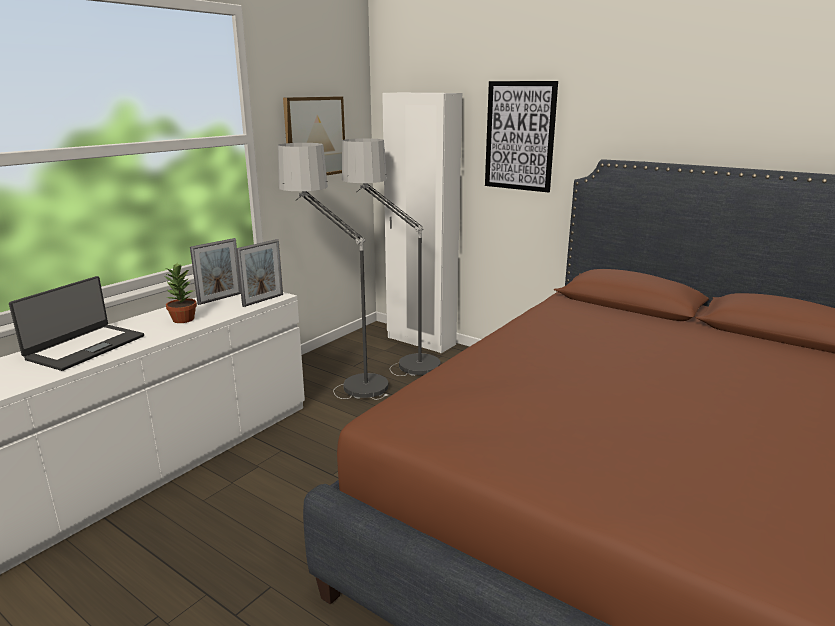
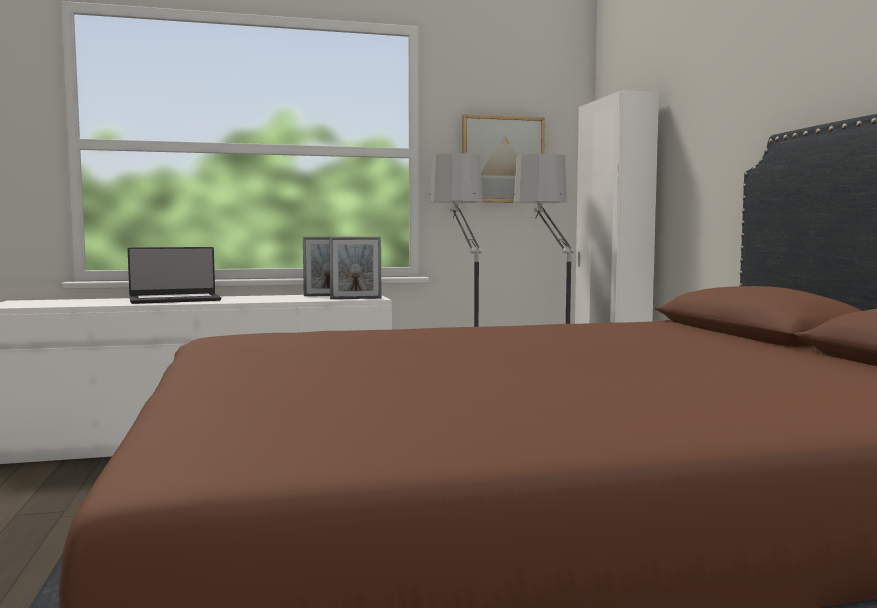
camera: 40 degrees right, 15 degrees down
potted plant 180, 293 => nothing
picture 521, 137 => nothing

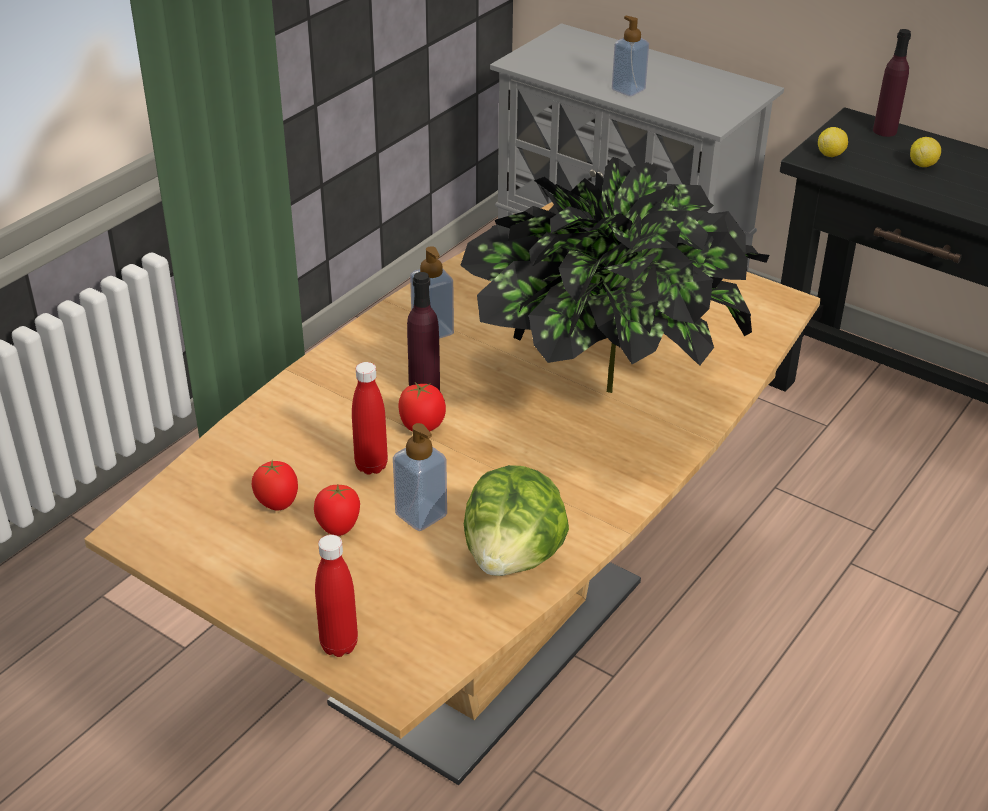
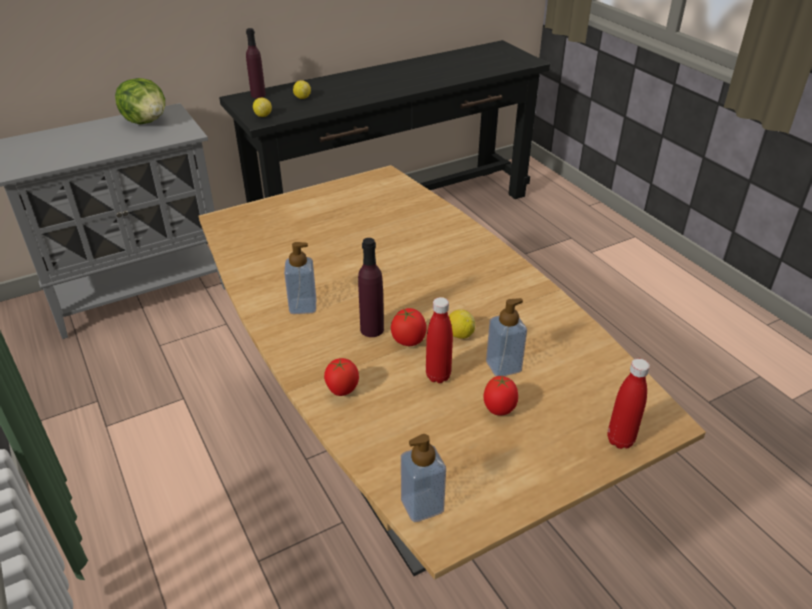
camera: 65 degrees left, 0 degrees up
potted plant 615, 275 => nothing
nothing => lemon 462, 324
tomato 275, 485 => tomato 341, 377, moved
lettuce 516, 520 => lettuce 140, 101, moved
soap dispenser 630, 56 => soap dispenser 423, 478, moved

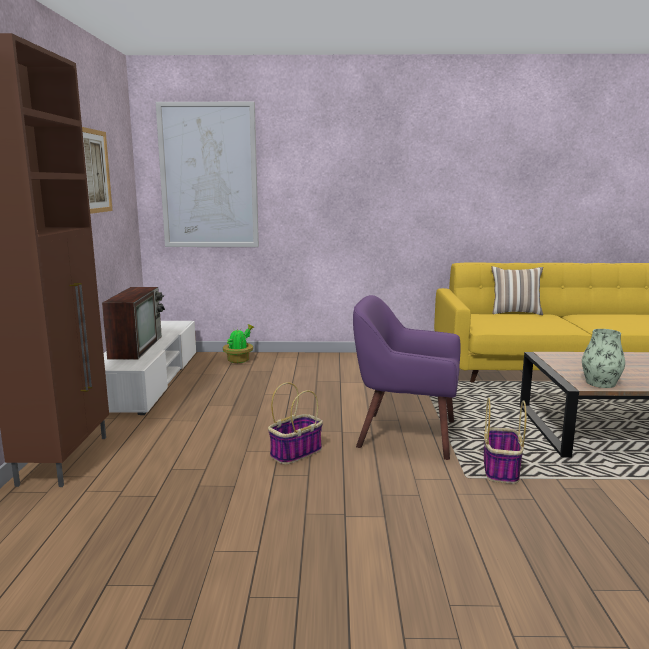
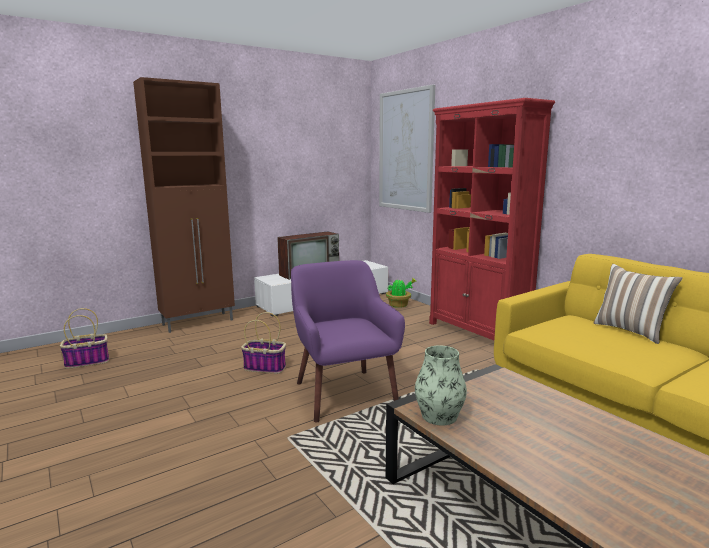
camera: 55 degrees right, 0 degrees up
picture 97, 170 => nothing
nothing => red bookcase 492, 219
basket 505, 441 => basket 84, 338, moved

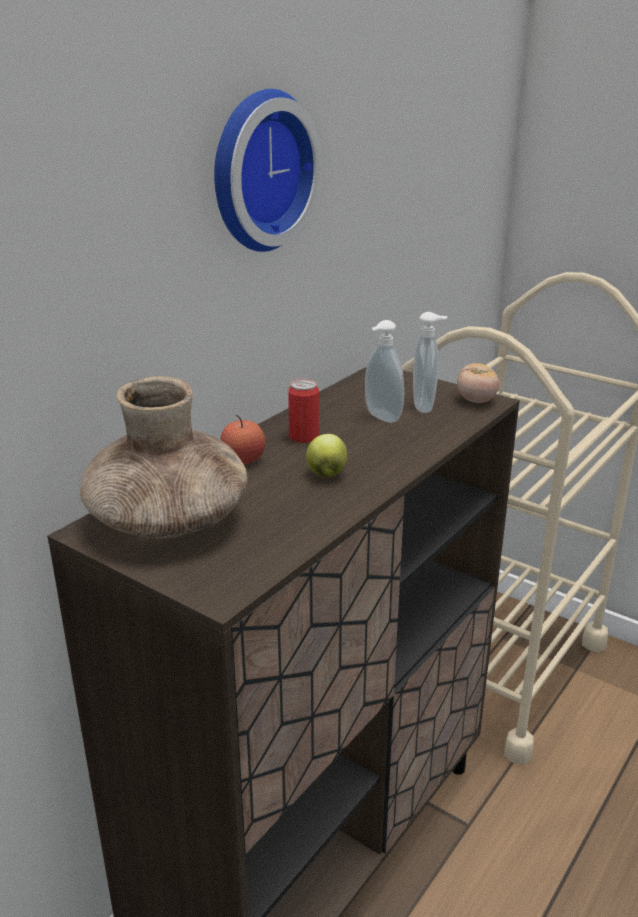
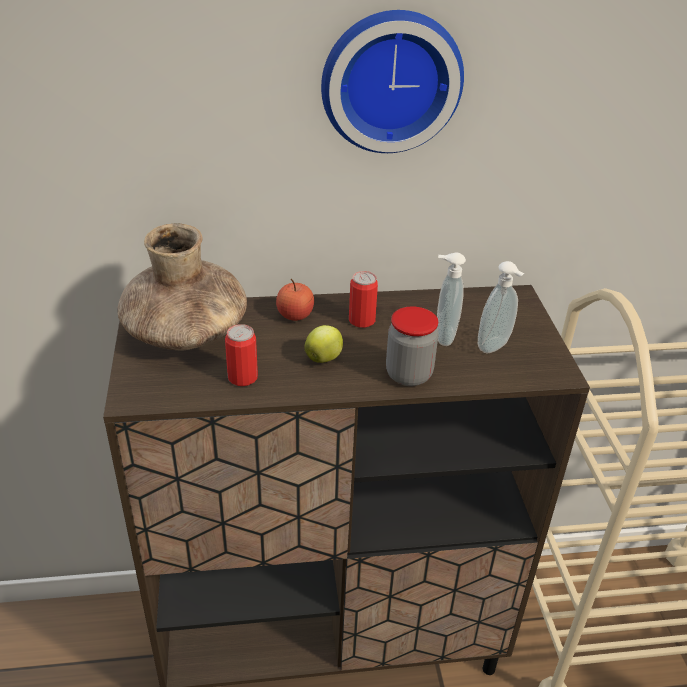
camera: 45 degrees right, 10 degrees up
tomato 478, 383 => nothing
nothing => can 241, 355
nothing => jar 412, 346

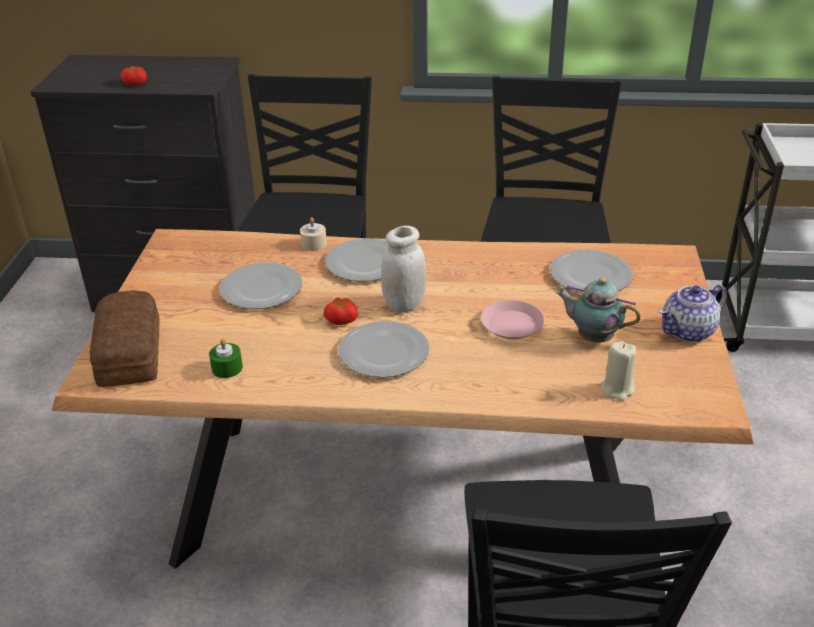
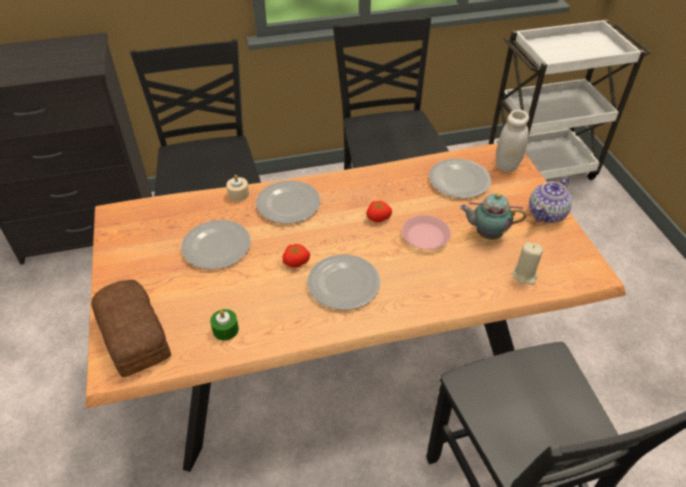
camera: 20 degrees left, 10 degrees up
tomato 133, 76 => tomato 379, 211, moved
white jar 403, 269 => white jar 512, 141, moved

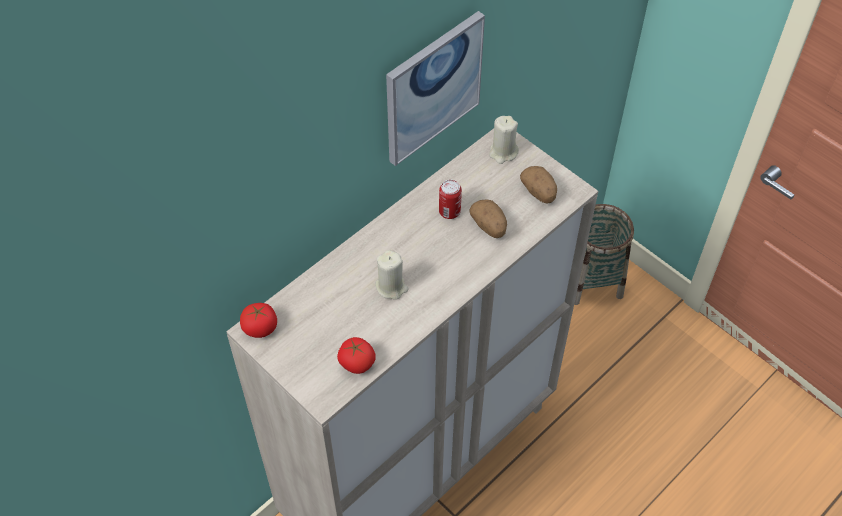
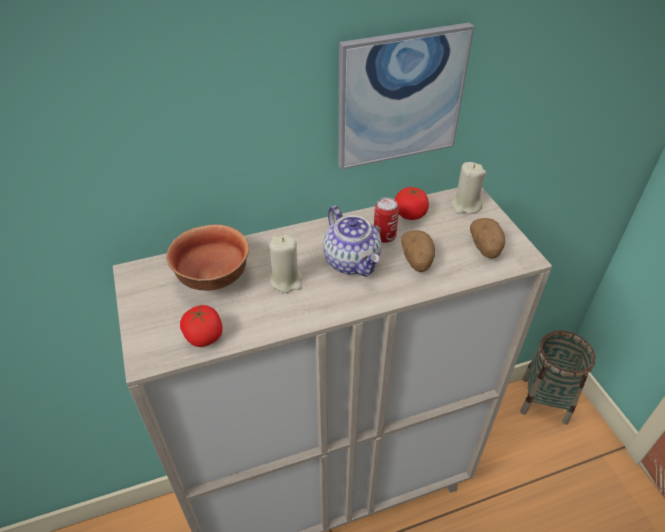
camera: 25 degrees right, 10 degrees down
nothing => bowl 207, 257
nothing => teapot 352, 241
tomato 258, 320 => tomato 412, 203, moved

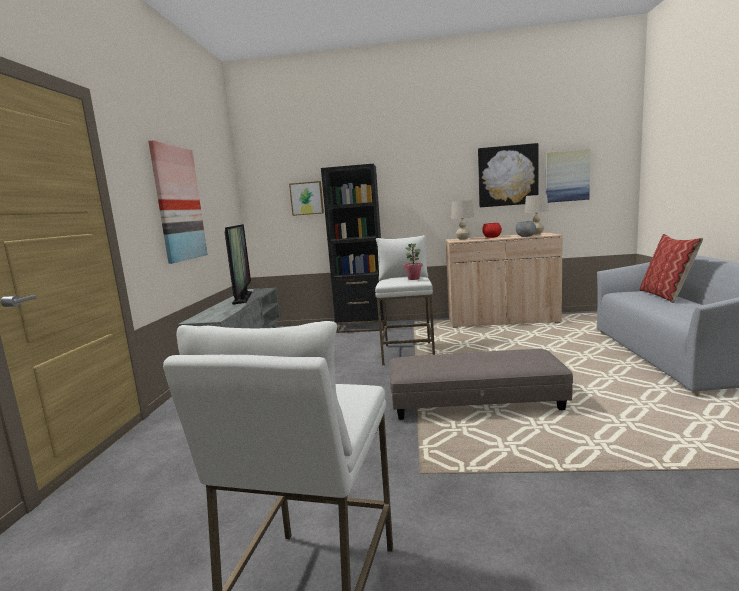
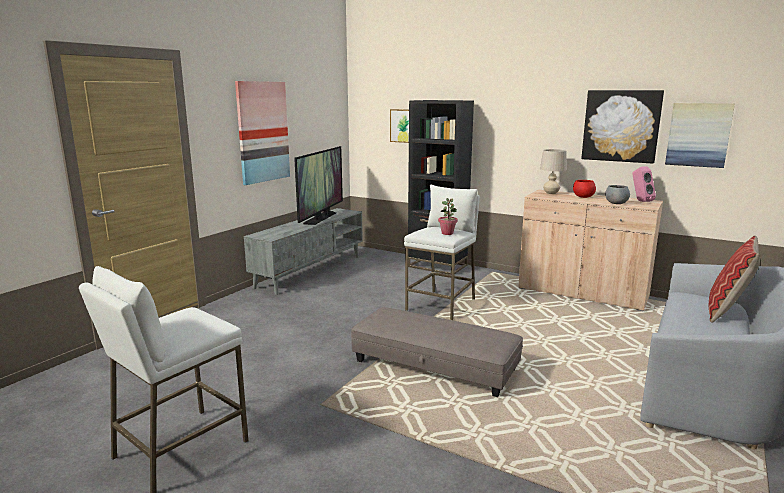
camera: 25 degrees right, 5 degrees up
beige table lamp 536, 214 => pink speaker 644, 184

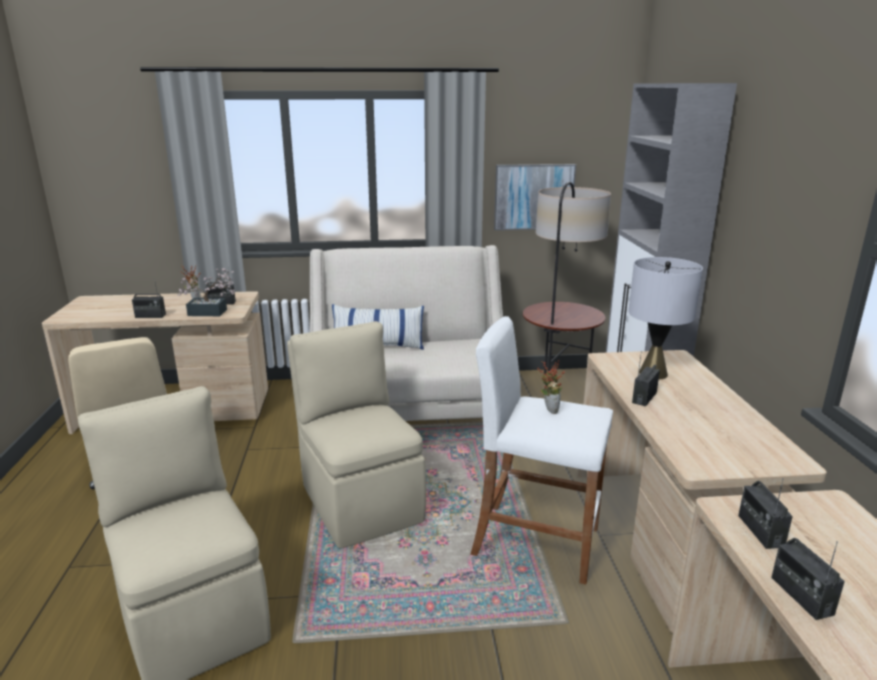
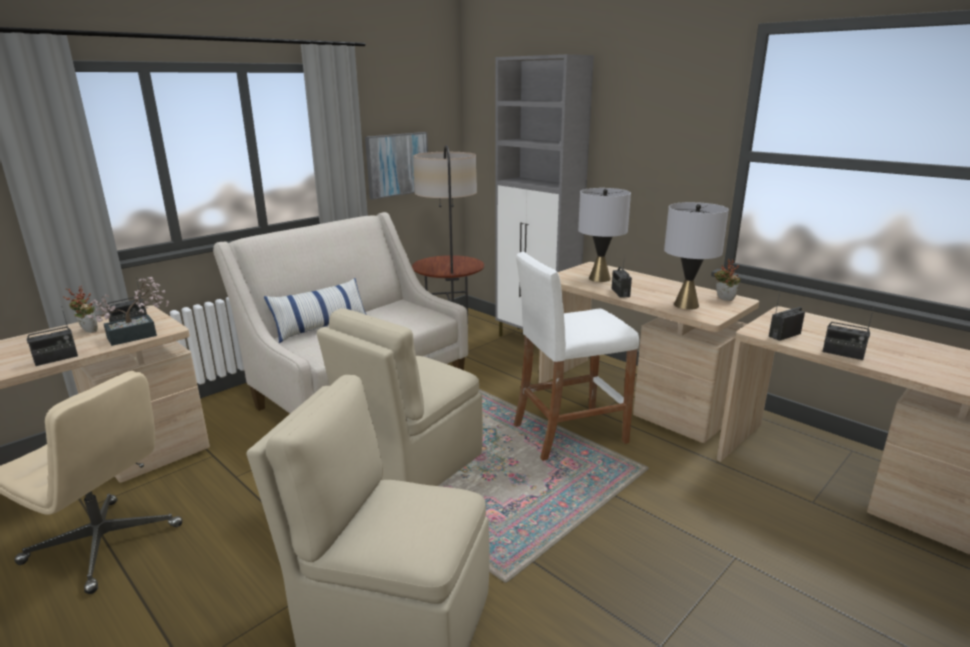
camera: 40 degrees left, 0 degrees up
nothing => grey table lamp 696, 256
potted plant 551, 387 => potted plant 727, 279, moved
beige chair 356, 434 => beige chair 400, 397, 75 degrees counterclockwise
radio 765, 513 => radio 787, 316, 105 degrees clockwise

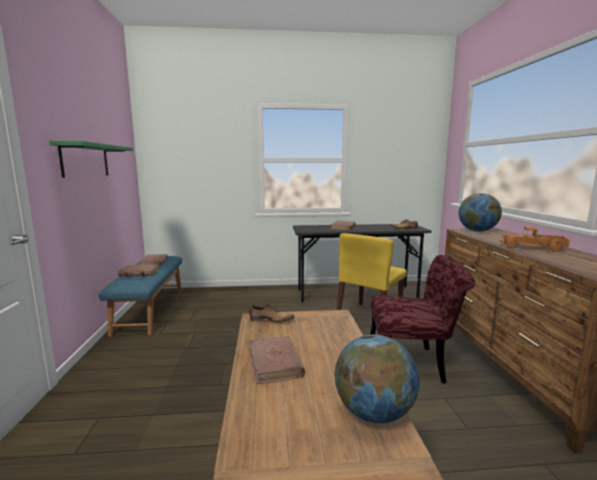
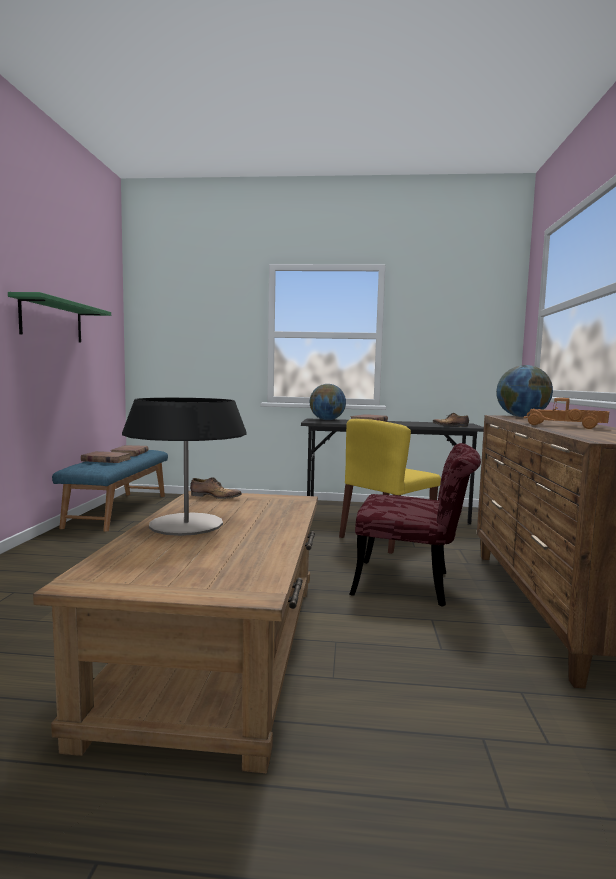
camera: 10 degrees right, 5 degrees down
globe 377, 378 => globe 328, 402, moved
brown book 277, 360 => table lamp 184, 467

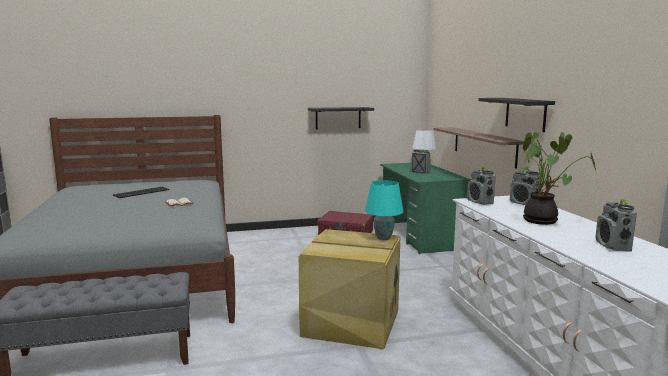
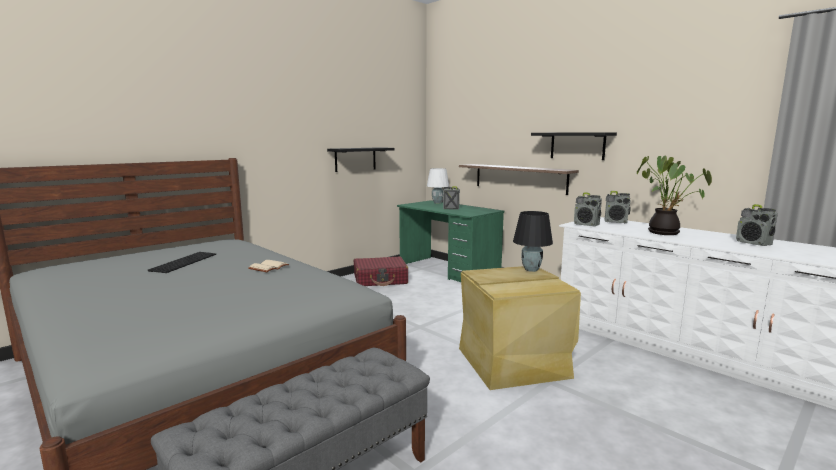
camera: 30 degrees left, 0 degrees up
turquoise table lamp 384, 210 => black table lamp 533, 241

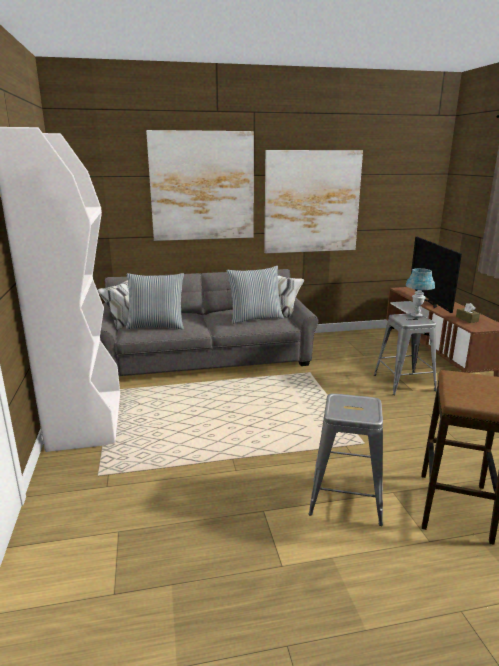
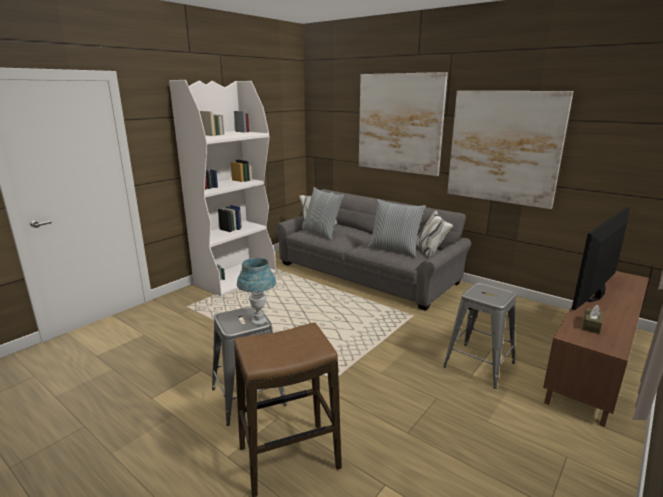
camera: 50 degrees right, 0 degrees up
blue table lamp 420, 292 => blue table lamp 256, 291, moved

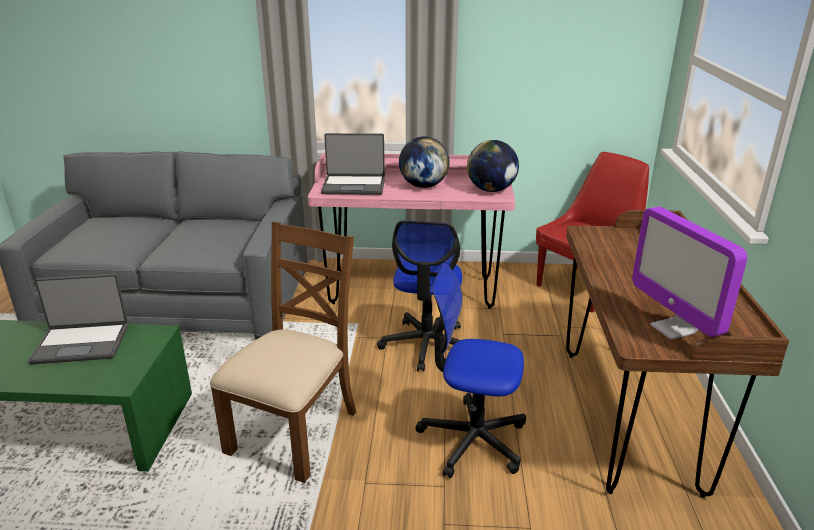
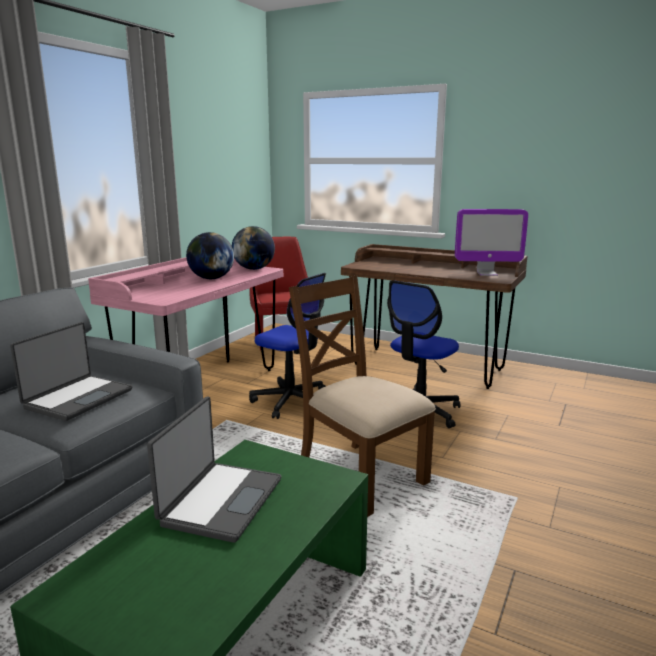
camera: 65 degrees left, 10 degrees down
laptop 353, 164 => laptop 71, 371, moved

